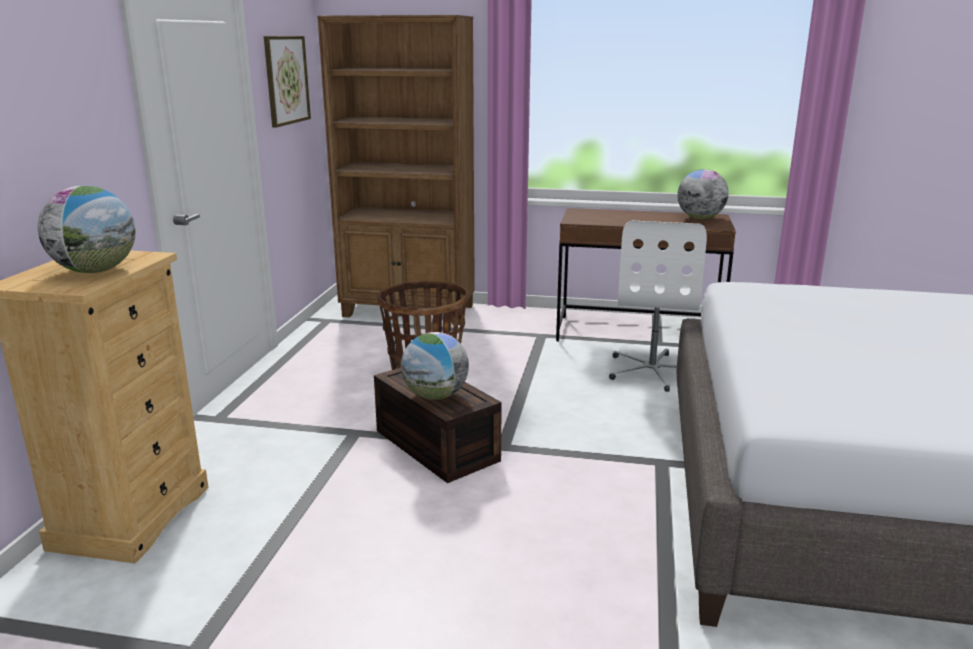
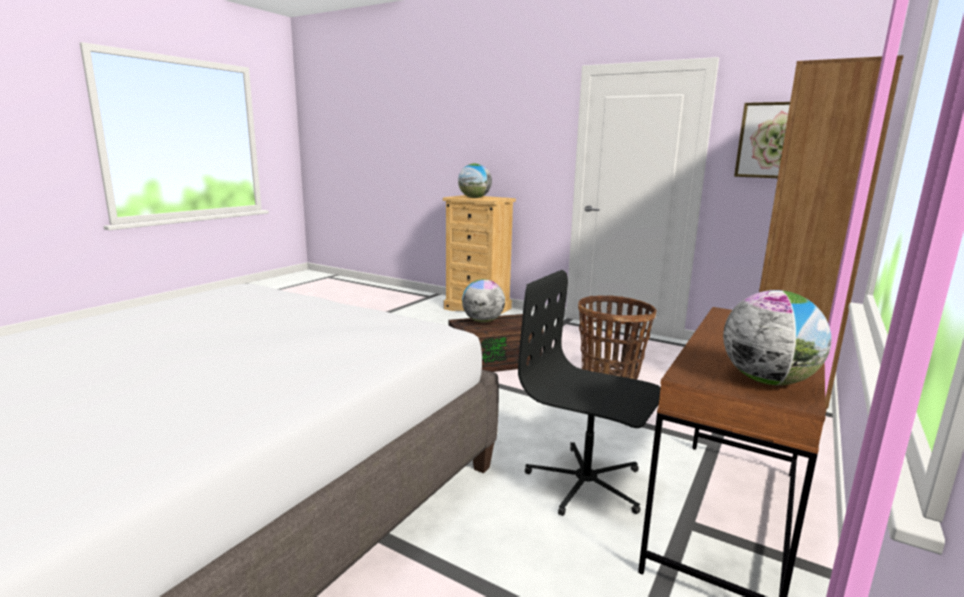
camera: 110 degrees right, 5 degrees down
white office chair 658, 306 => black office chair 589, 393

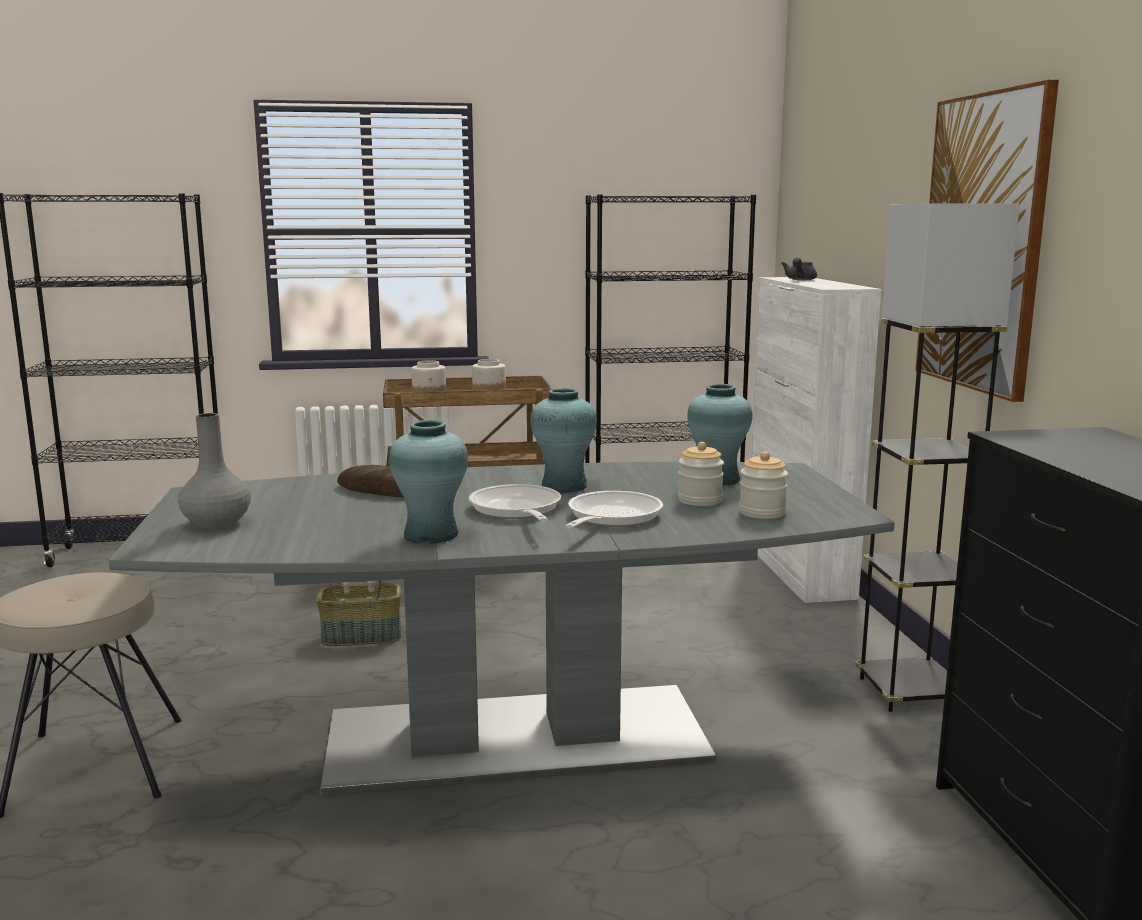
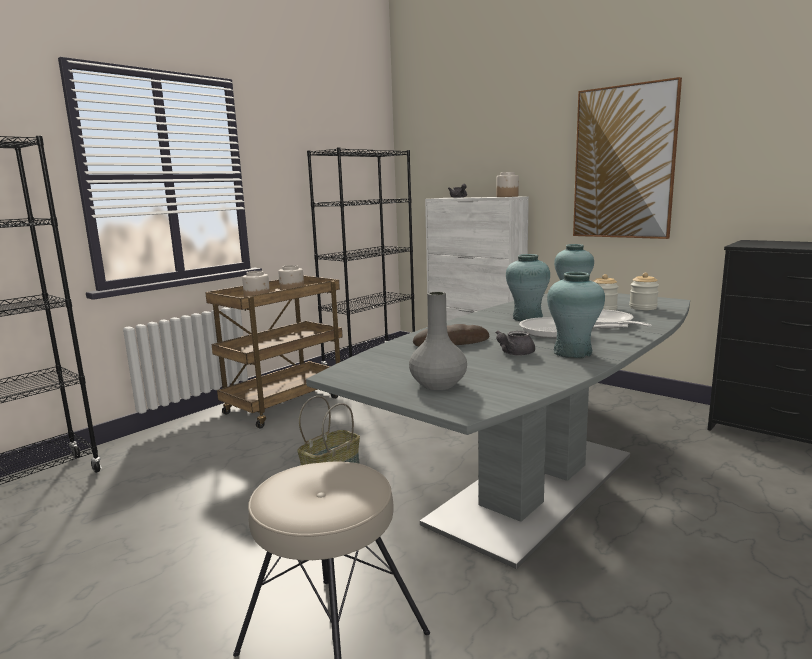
camera: 40 degrees left, 0 degrees up
grey floor lamp 937, 457 => nothing
nothing => grey teapot 515, 343
nothing => jar 507, 184

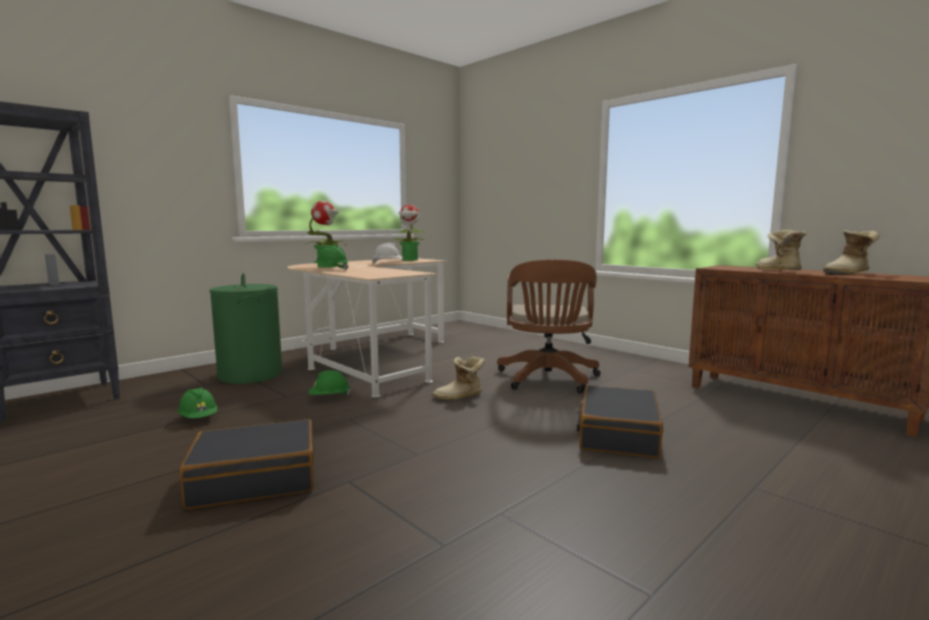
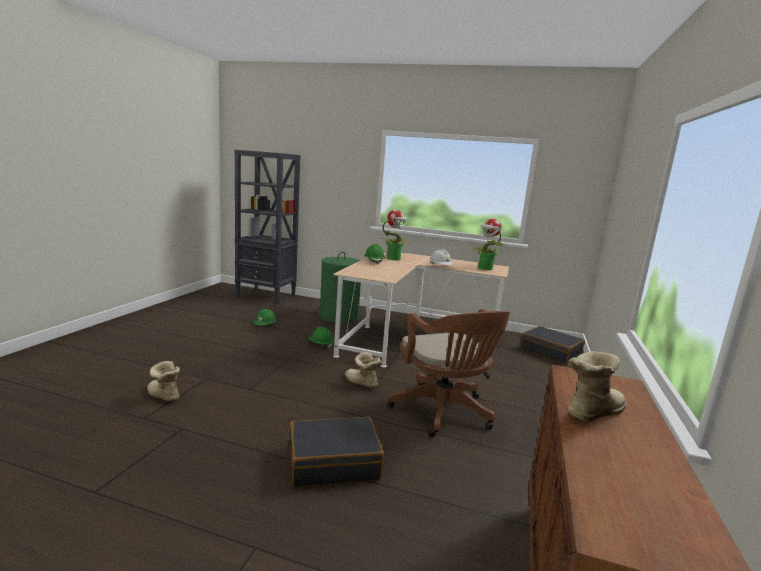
camera: 60 degrees right, 5 degrees up
black suitcase 246, 464 => black suitcase 552, 345, moved
boot 851, 252 => boot 163, 381, moved
brown office chair 549, 326 => brown office chair 449, 373, 90 degrees counterclockwise

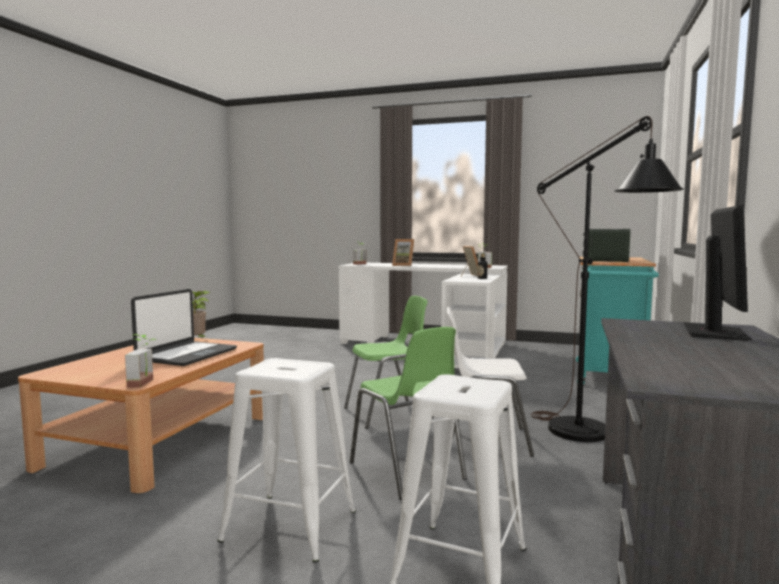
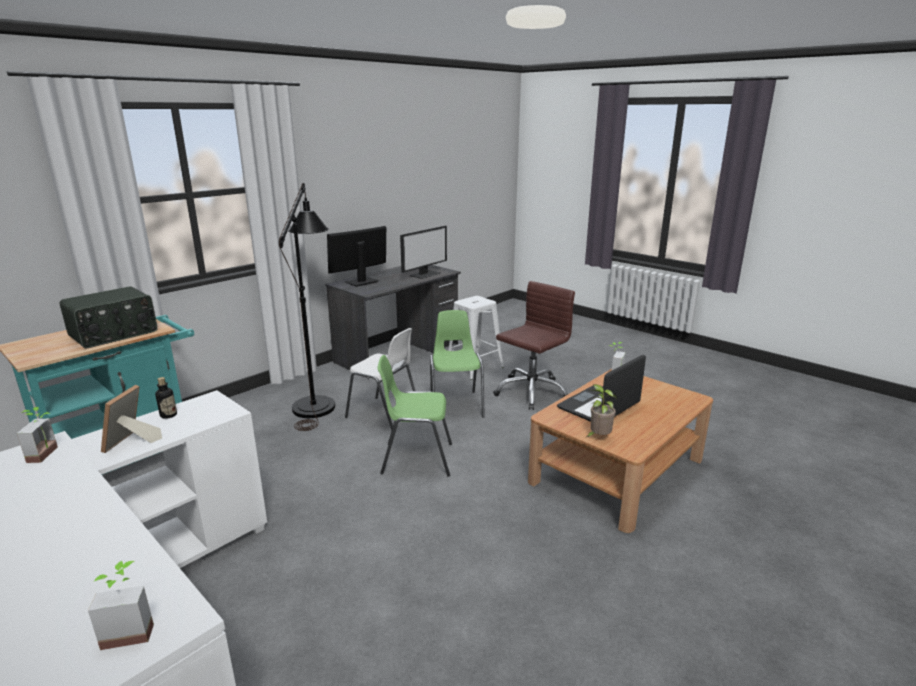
camera: 155 degrees left, 15 degrees up
picture frame 403, 252 => nothing
nothing => monitor 423, 252
white stool 286, 460 => brown office chair 534, 345

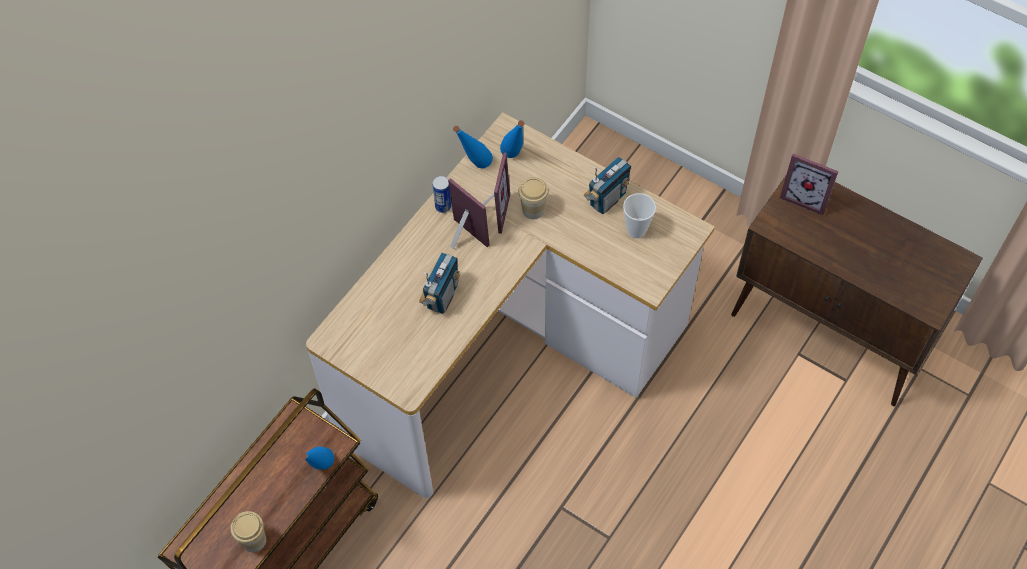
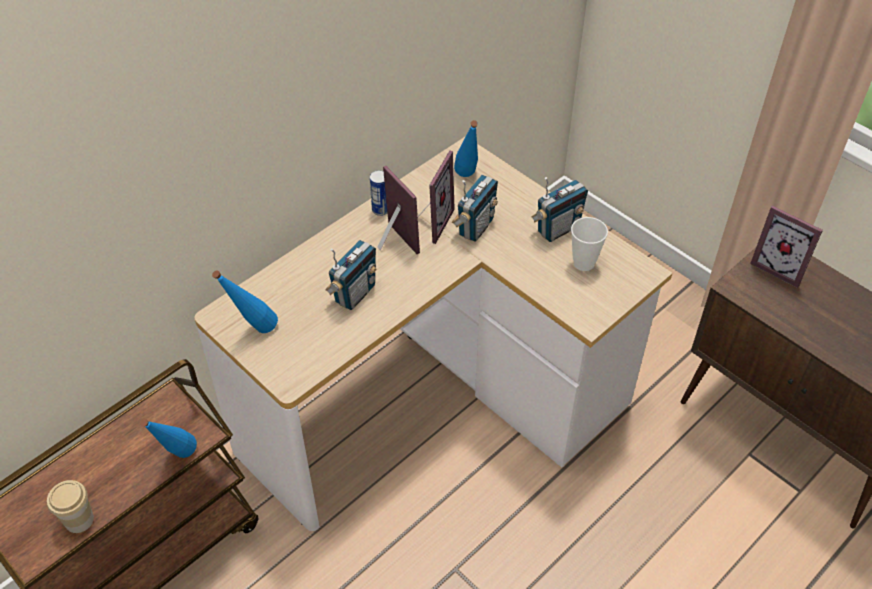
camera: 10 degrees right, 10 degrees down
blue bottle 473, 147 => blue bottle 245, 301, moved
cup 533, 198 => radio 475, 208

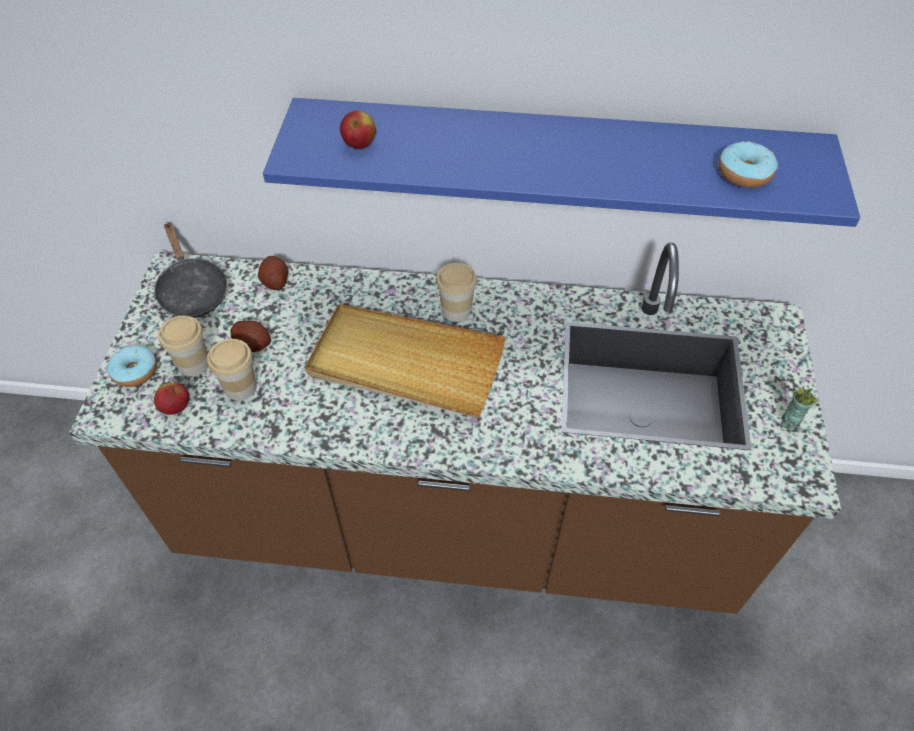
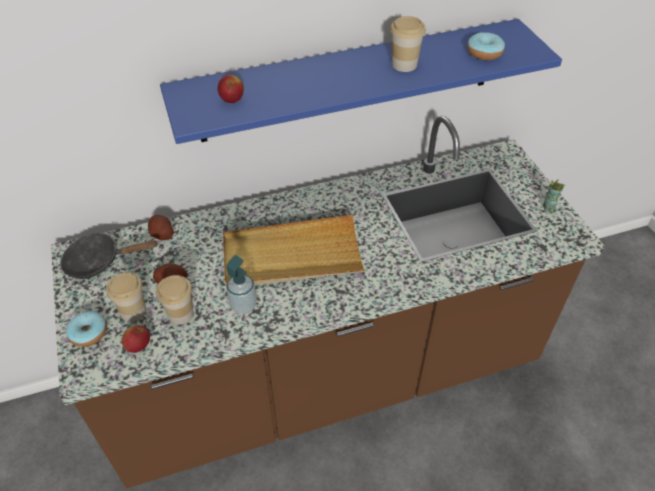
camera: 25 degrees left, 5 degrees down
nothing => soap dispenser 241, 284
cup 456, 292 => cup 408, 44, moved
black frying pan 190, 270 => black frying pan 109, 256, 135 degrees clockwise

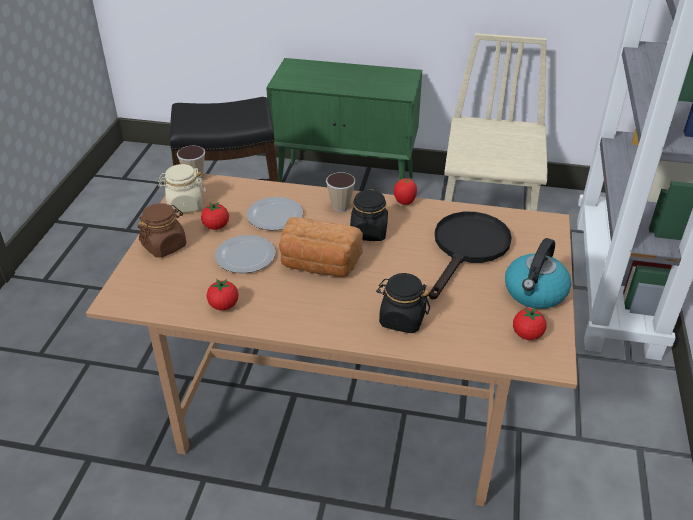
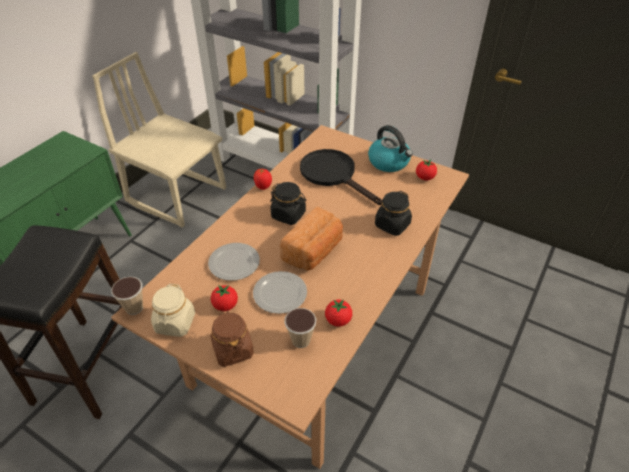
camera: 70 degrees left, 5 degrees up
cup 341, 192 => cup 300, 328, moved

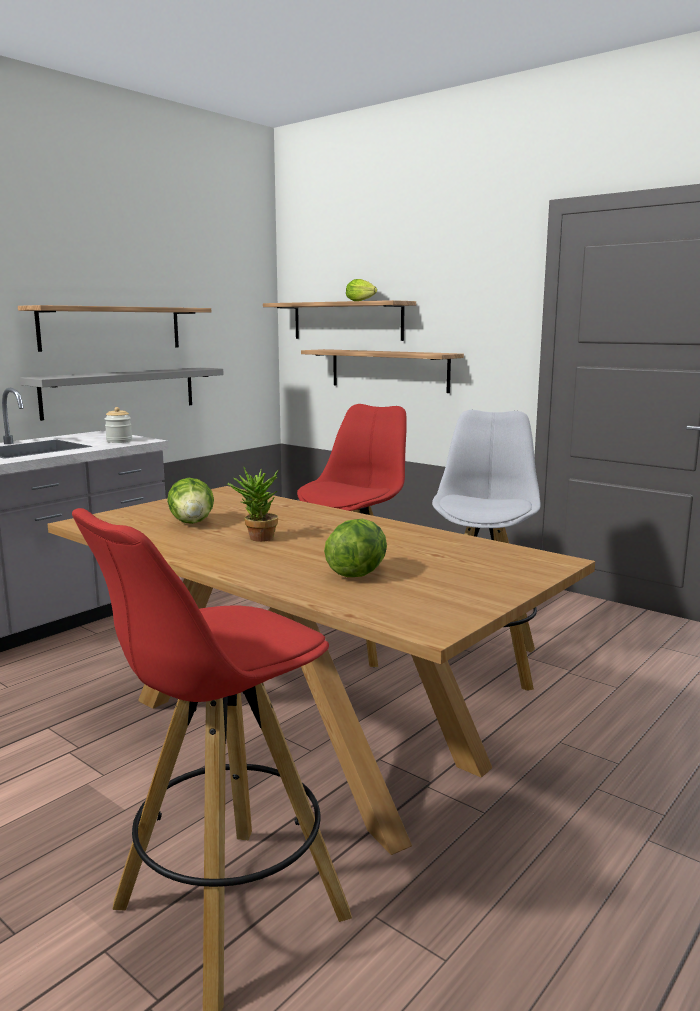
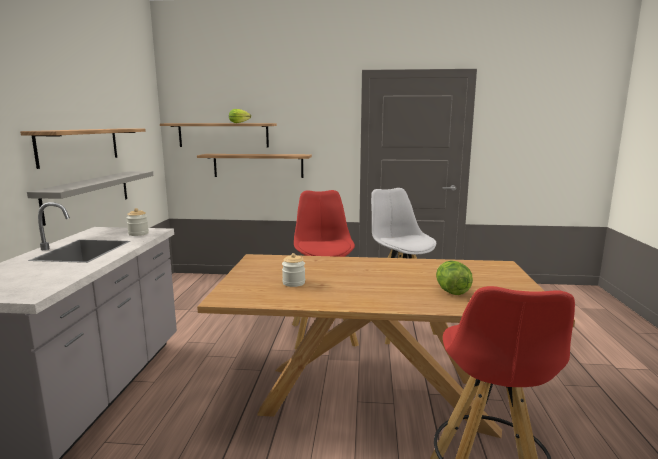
camera: 35 degrees left, 0 degrees up
potted plant 252, 504 => nothing
lettuce 190, 501 => jar 293, 270

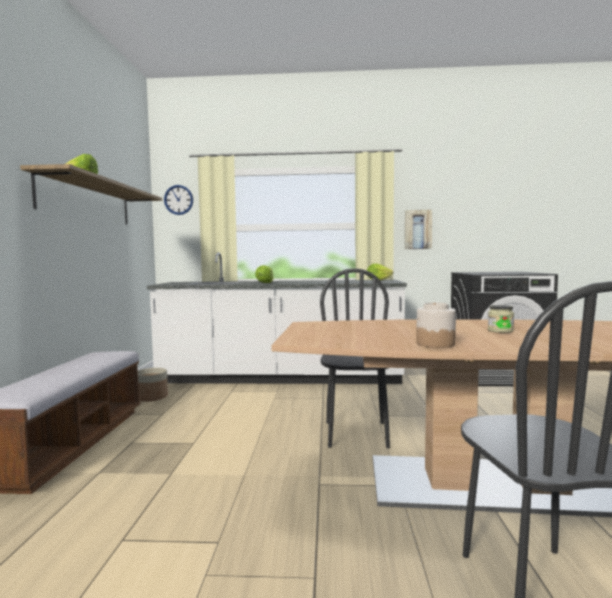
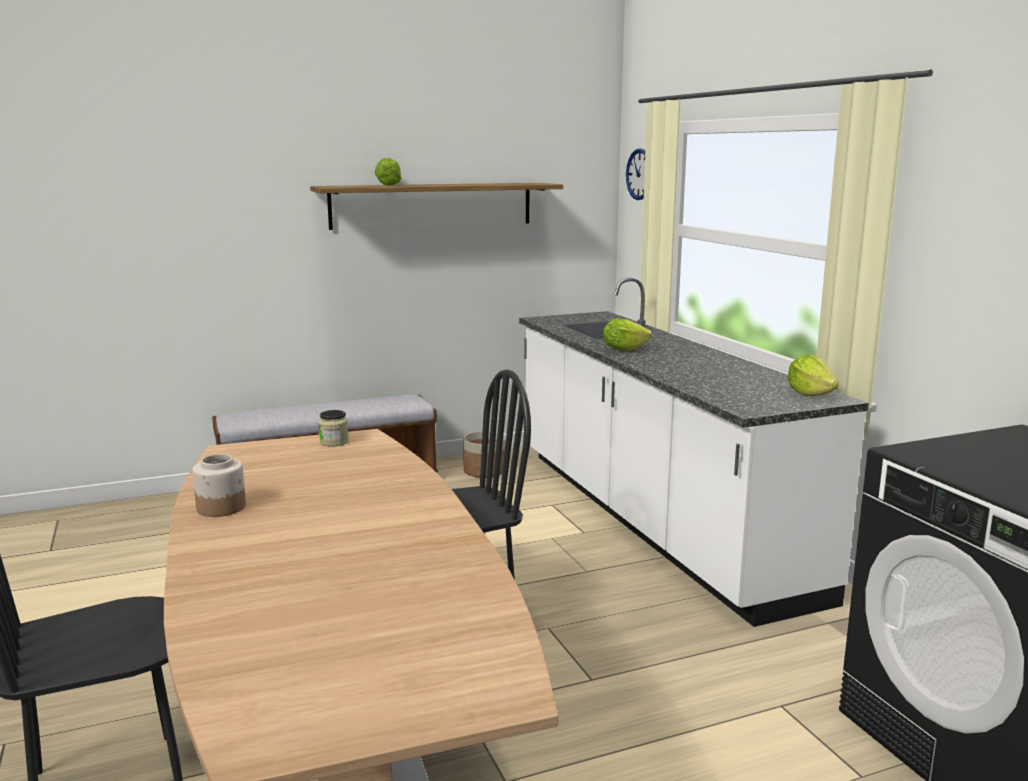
camera: 65 degrees right, 10 degrees up
picture 418, 229 => nothing
jar 501, 319 => jar 333, 428, moved

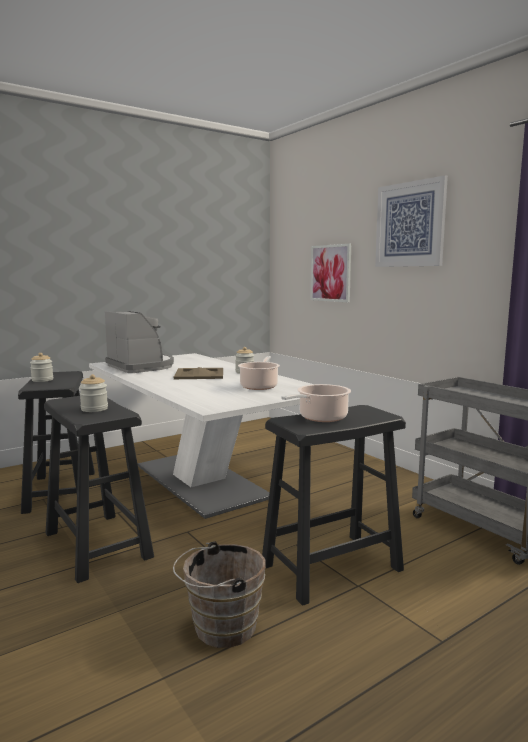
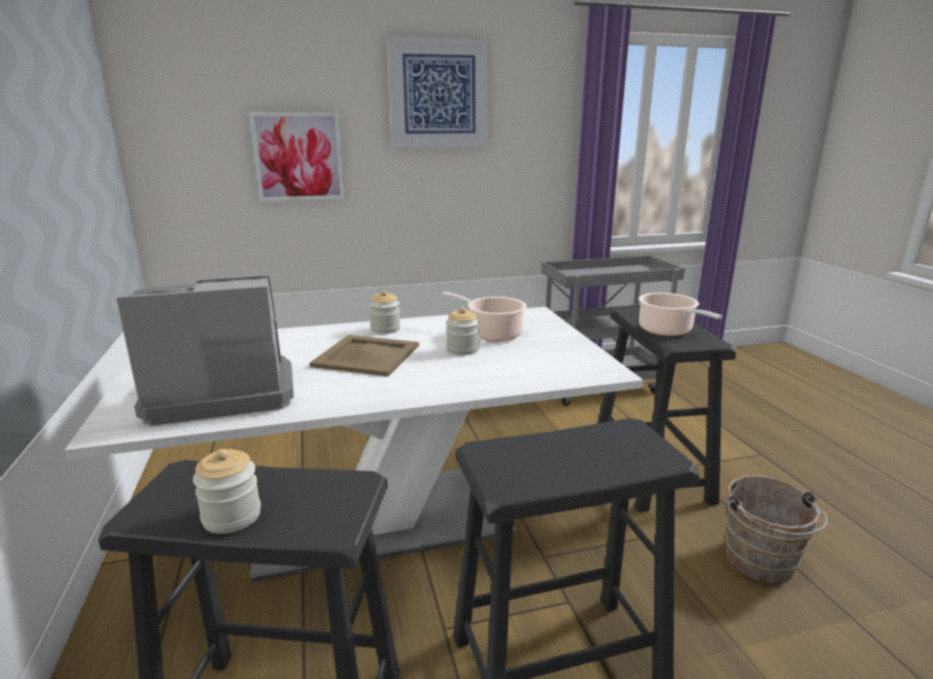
camera: 70 degrees left, 10 degrees up
jar 93, 393 => jar 462, 331, moved

